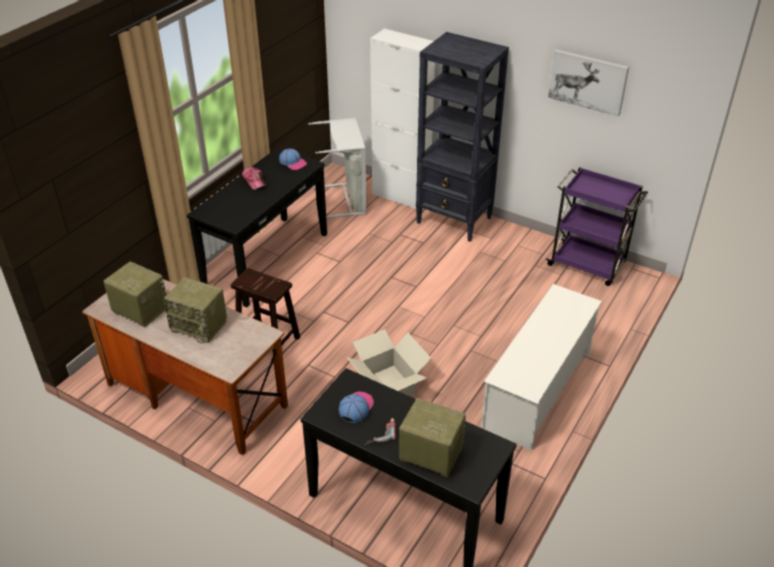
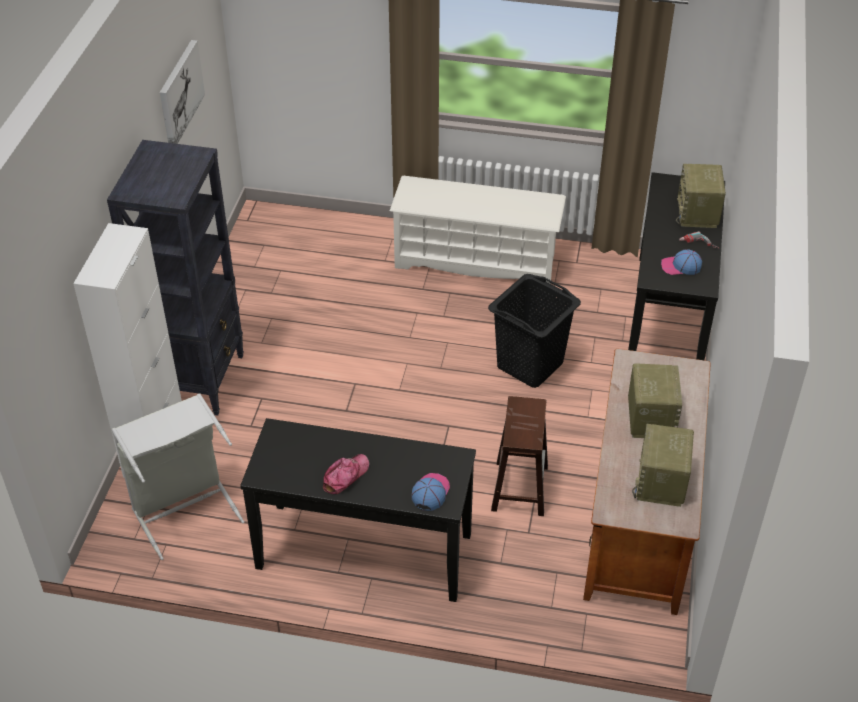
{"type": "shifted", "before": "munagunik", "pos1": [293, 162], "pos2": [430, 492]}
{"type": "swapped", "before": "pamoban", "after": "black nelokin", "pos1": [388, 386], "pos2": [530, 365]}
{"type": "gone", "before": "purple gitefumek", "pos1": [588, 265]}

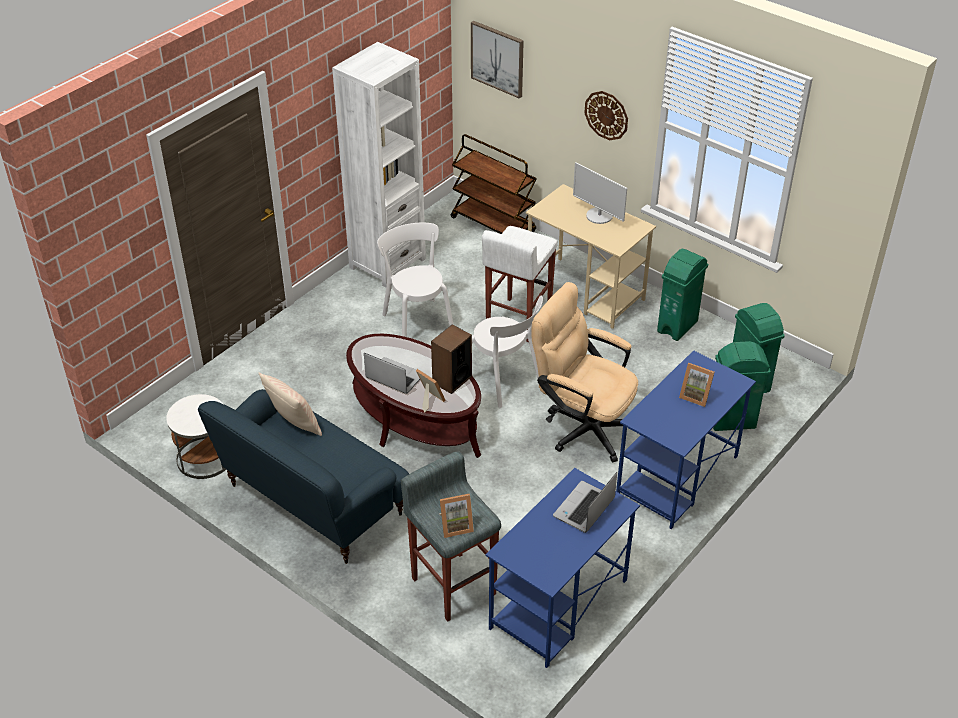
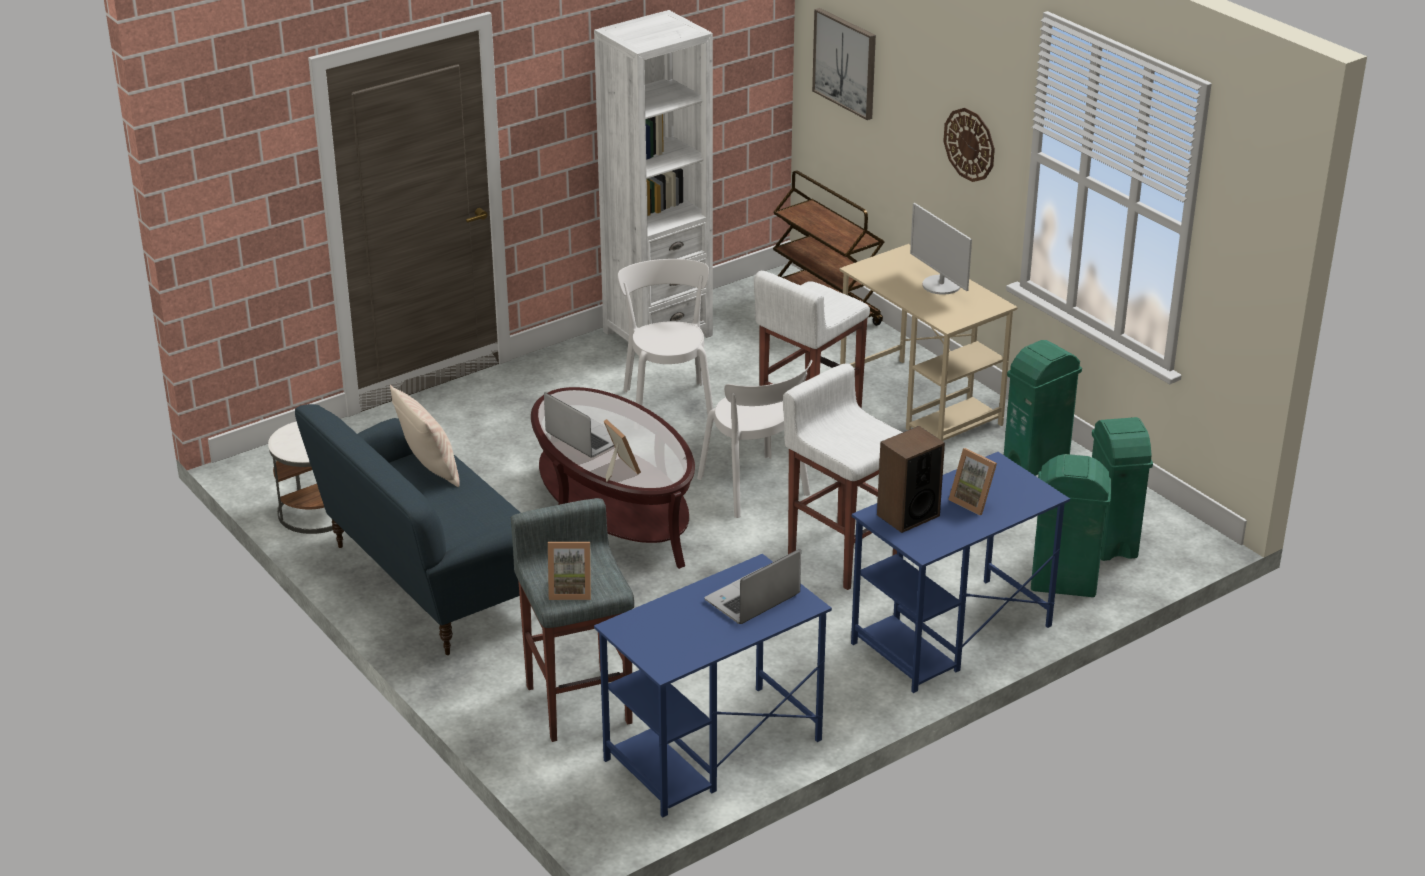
{"type": "swapped", "before": "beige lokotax", "after": "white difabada", "pos1": [582, 425], "pos2": [843, 555]}
{"type": "shifted", "before": "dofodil", "pos1": [451, 379], "pos2": [907, 515]}

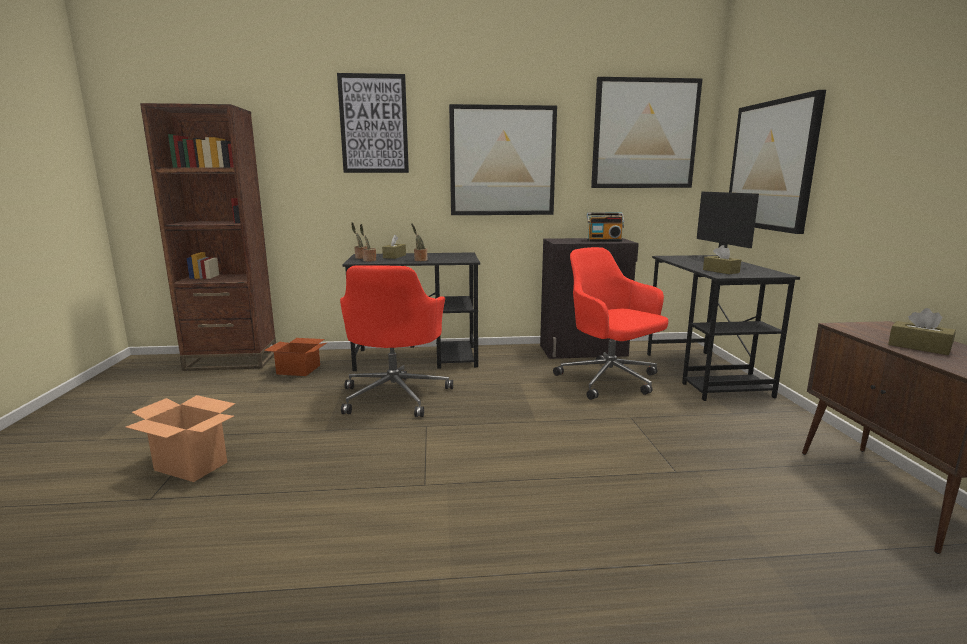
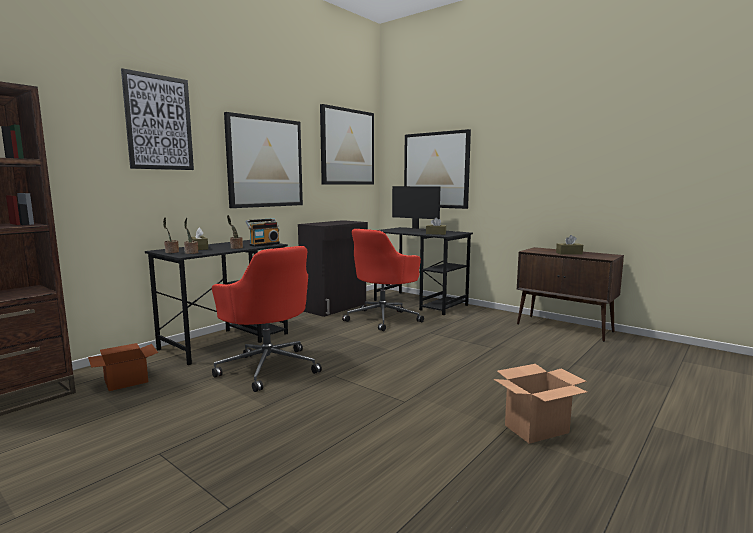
{"type": "shifted", "before": "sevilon", "pos1": [604, 240], "pos2": [264, 244]}
{"type": "rotated", "before": "red lokotax", "pos1": [610, 380], "pos2": [383, 318], "turn": -60}
{"type": "shifted", "before": "pamoban", "pos1": [192, 466], "pos2": [537, 429]}

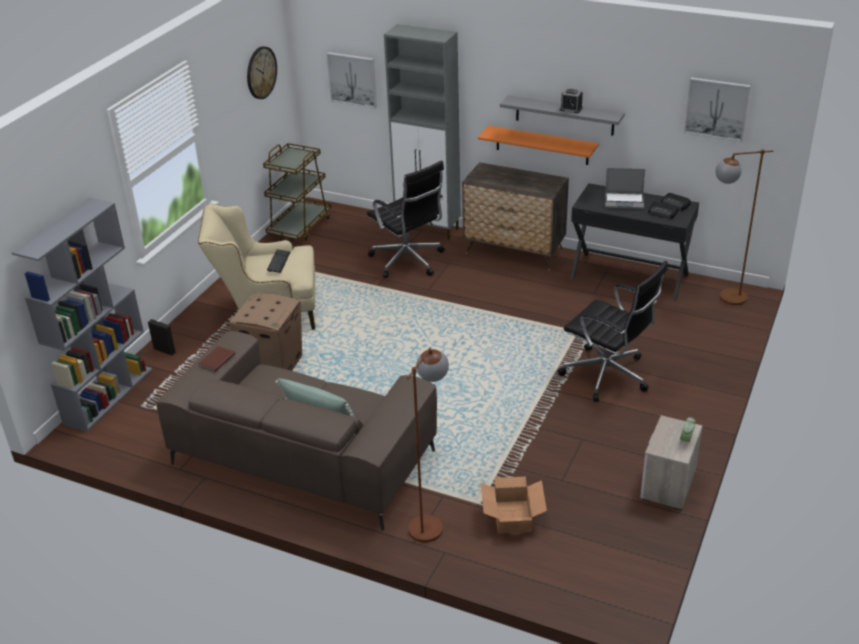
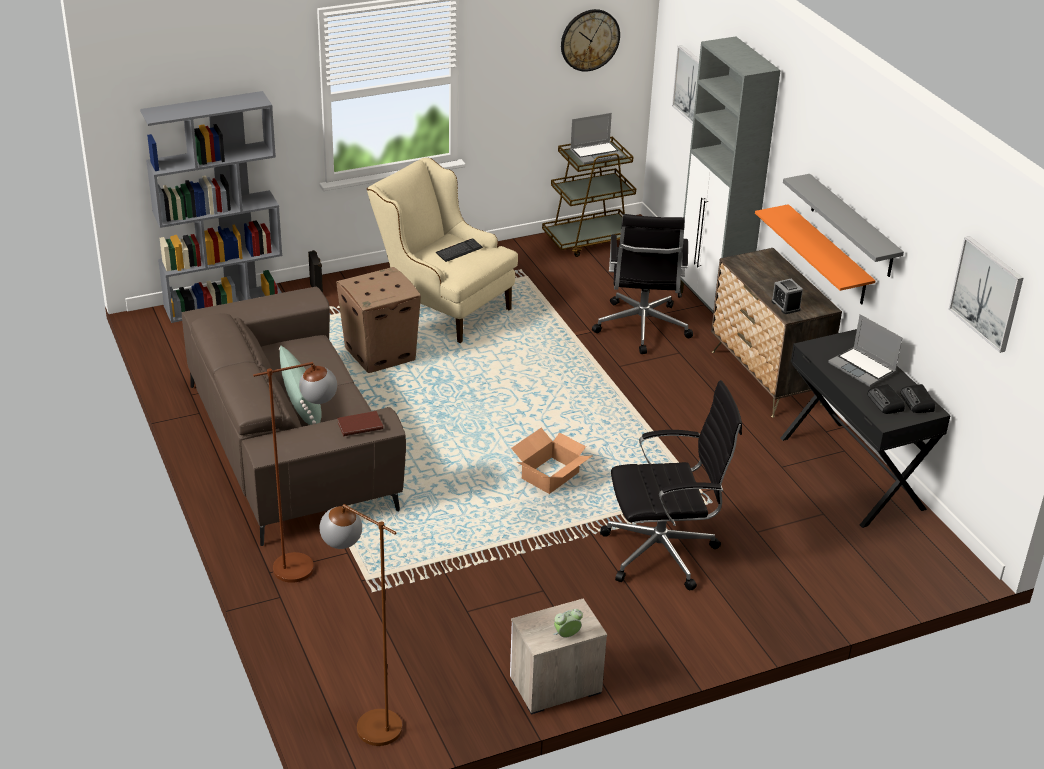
{"type": "shifted", "before": "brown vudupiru", "pos1": [723, 298], "pos2": [366, 721]}
{"type": "shifted", "before": "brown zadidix", "pos1": [216, 360], "pos2": [359, 425]}
{"type": "shifted", "before": "pamoban", "pos1": [512, 517], "pos2": [549, 476]}
{"type": "new", "after": "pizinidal", "pos2": [596, 154]}
{"type": "rotated", "before": "black lokotax", "pos1": [608, 376], "pos2": [663, 552], "turn": -90}
{"type": "shifted", "before": "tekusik", "pos1": [571, 109], "pos2": [785, 306]}

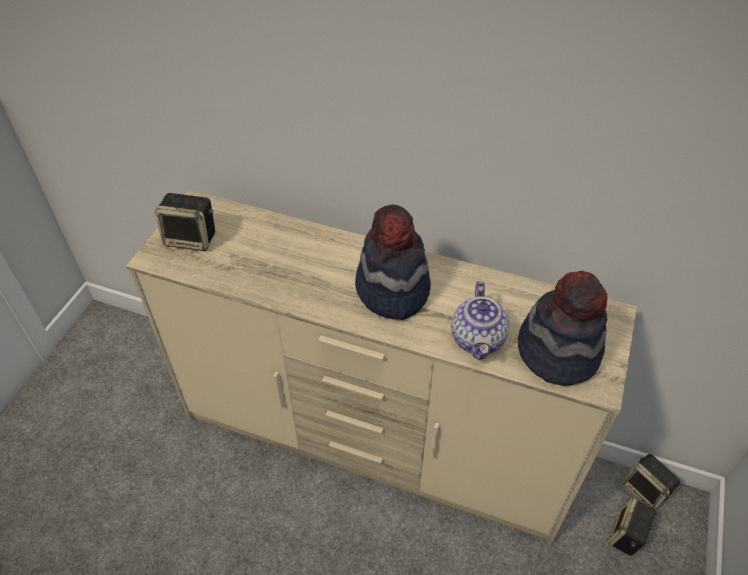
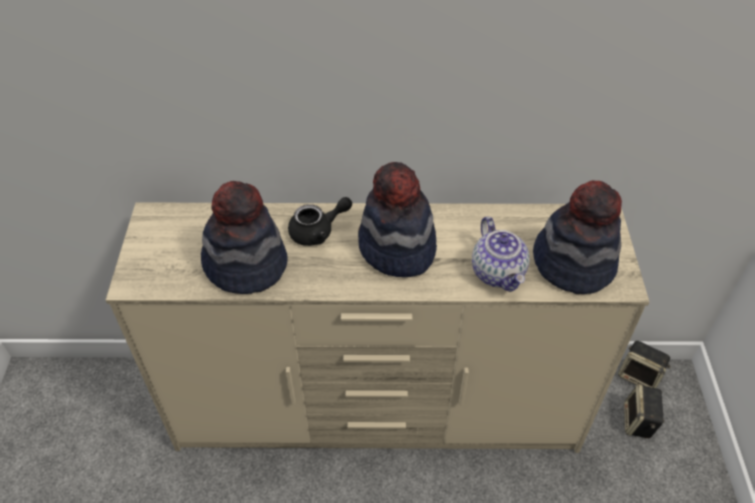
{"type": "new", "after": "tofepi", "pos2": [246, 265]}
{"type": "new", "after": "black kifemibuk", "pos2": [318, 231]}
{"type": "gone", "before": "dofodil", "pos1": [192, 238]}

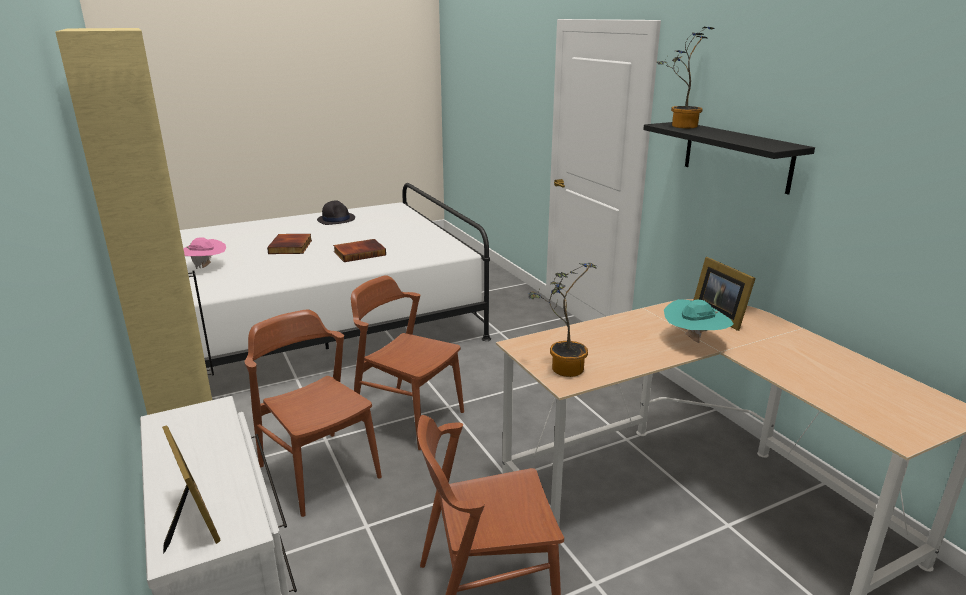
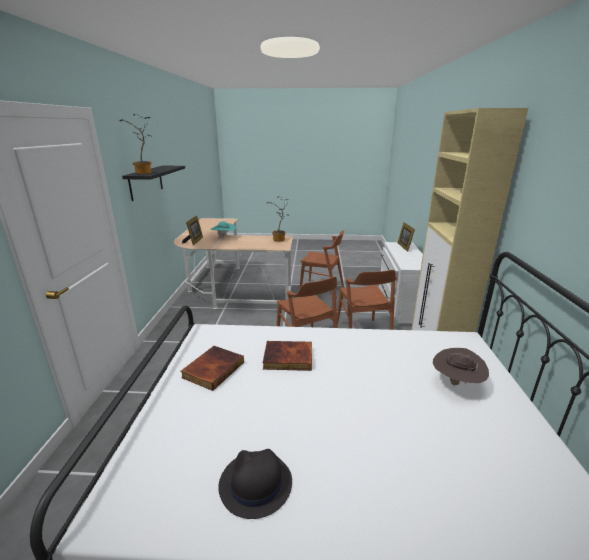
{"type": "shifted", "before": "zadidix", "pos1": [291, 247], "pos2": [213, 369]}
{"type": "repainted", "before": "pink tofepi", "after": "brown tofepi", "pos1": [205, 267], "pos2": [456, 383]}

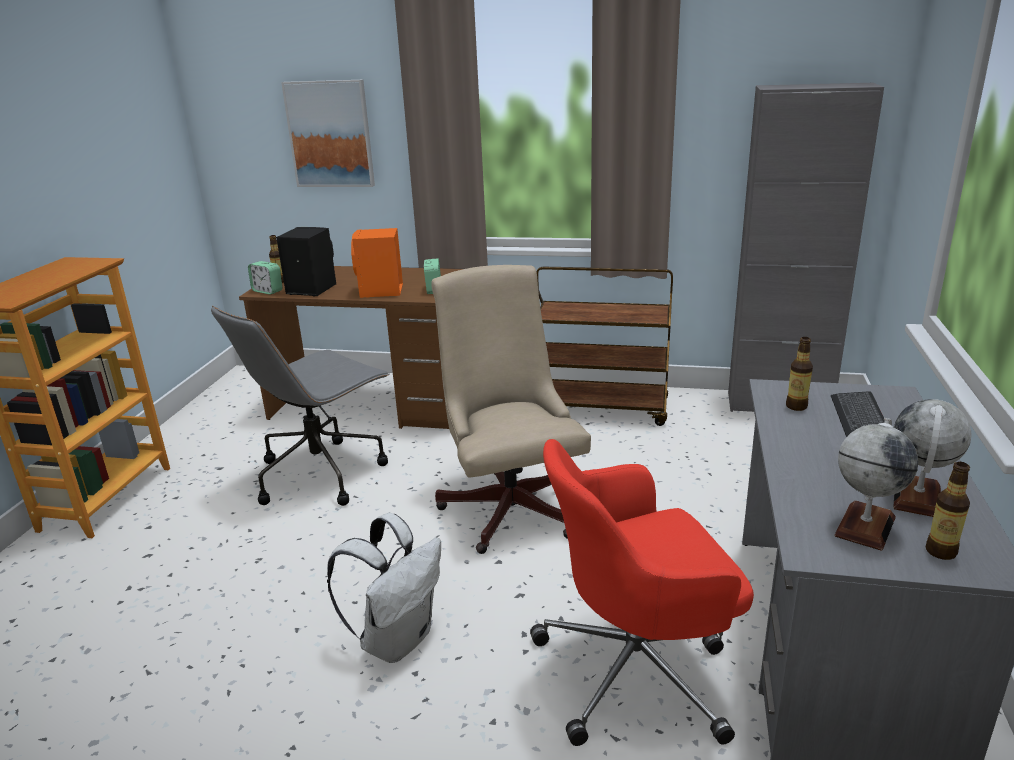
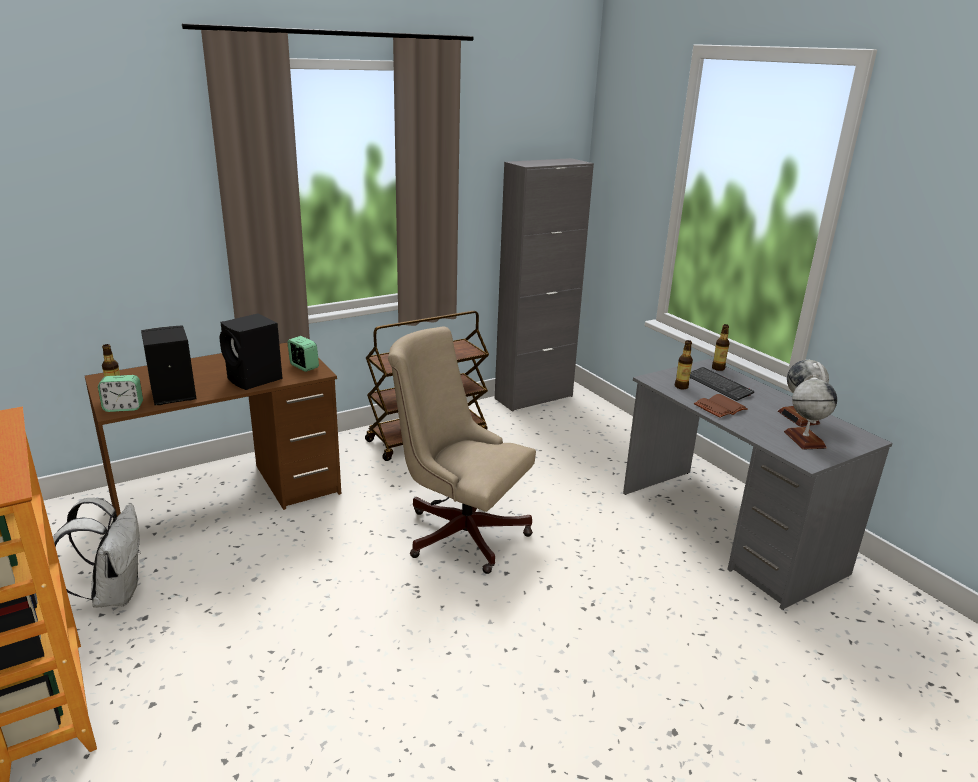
{"type": "shifted", "before": "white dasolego", "pos1": [397, 639], "pos2": [114, 593]}
{"type": "repainted", "before": "orange dofodil", "after": "black dofodil", "pos1": [380, 292], "pos2": [255, 380]}
{"type": "new", "after": "brown zadidix", "pos2": [719, 407]}
{"type": "shifted", "before": "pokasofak", "pos1": [941, 551], "pos2": [718, 368]}
{"type": "gone", "before": "grey lokotax", "pos1": [321, 473]}
{"type": "gone", "before": "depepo", "pos1": [330, 134]}
{"type": "gone", "before": "red lokotax", "pos1": [638, 670]}

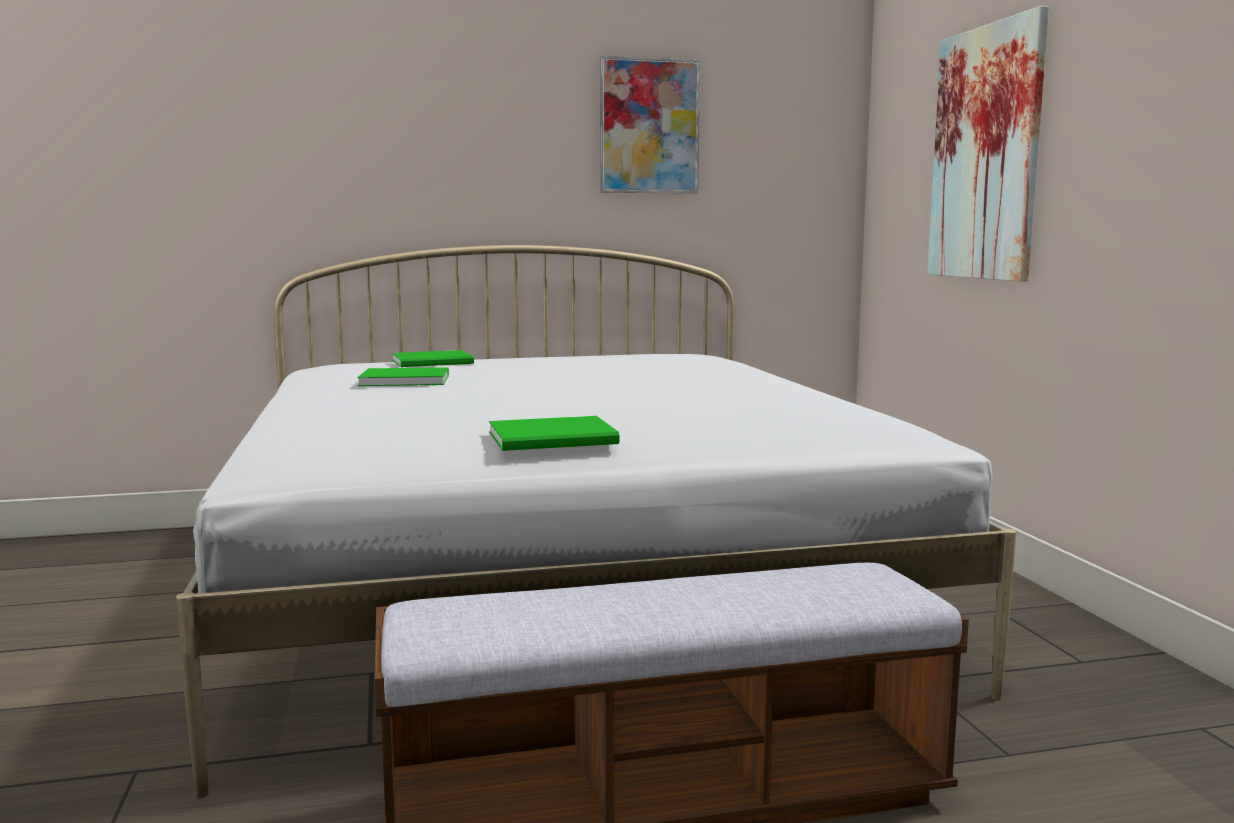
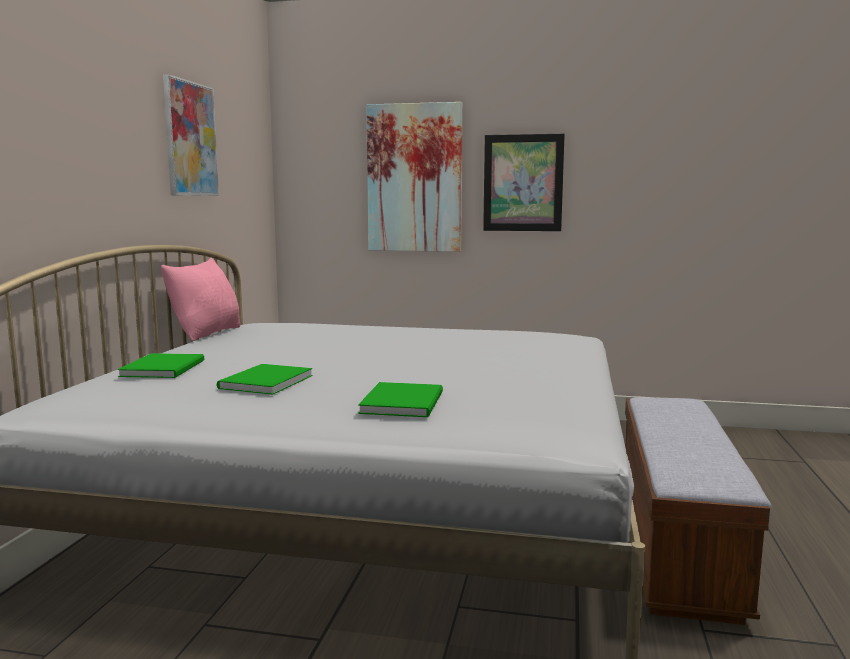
{"type": "new", "after": "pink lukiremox", "pos2": [206, 333]}
{"type": "shifted", "before": "green zadidix", "pos1": [556, 438], "pos2": [405, 402]}
{"type": "new", "after": "depepo", "pos2": [523, 183]}

